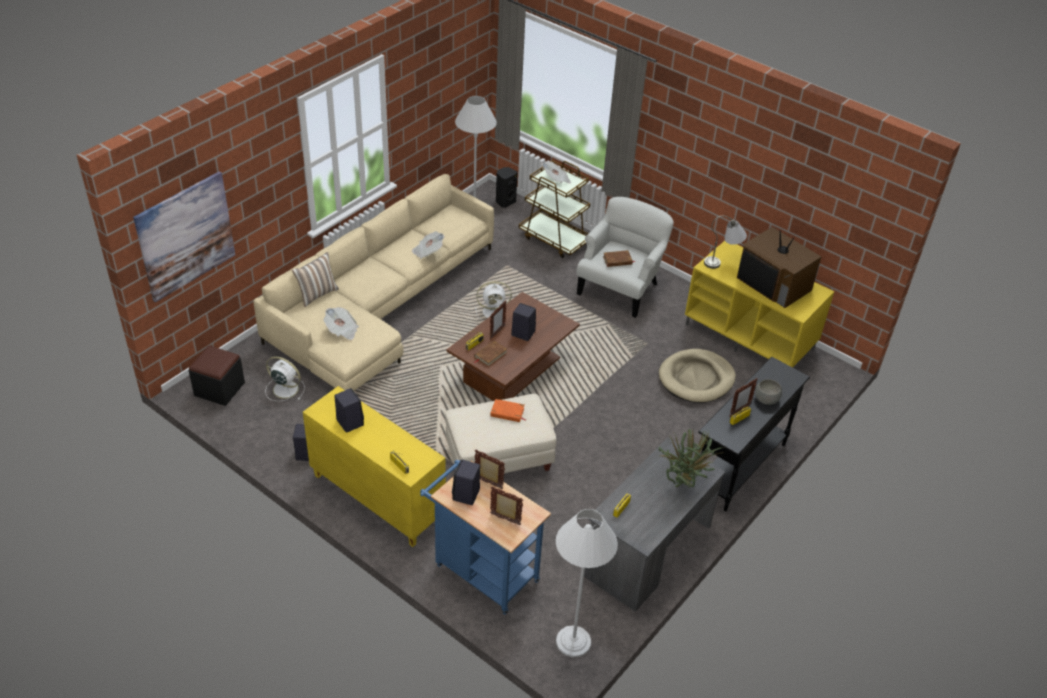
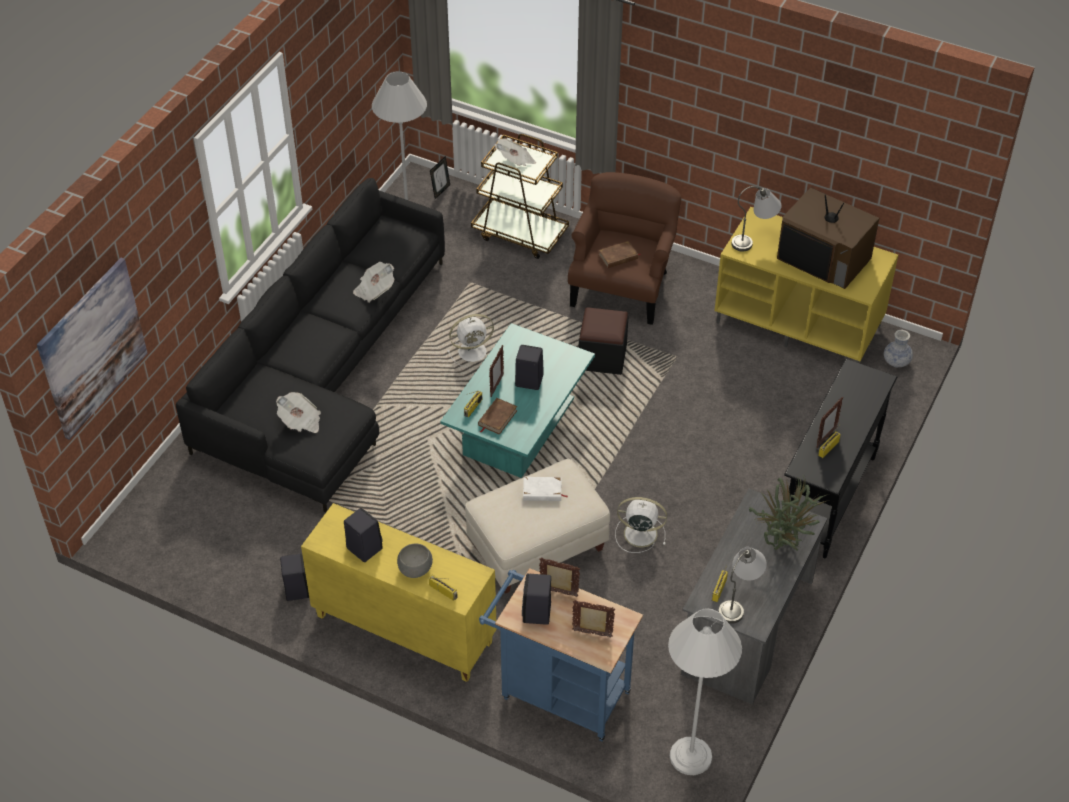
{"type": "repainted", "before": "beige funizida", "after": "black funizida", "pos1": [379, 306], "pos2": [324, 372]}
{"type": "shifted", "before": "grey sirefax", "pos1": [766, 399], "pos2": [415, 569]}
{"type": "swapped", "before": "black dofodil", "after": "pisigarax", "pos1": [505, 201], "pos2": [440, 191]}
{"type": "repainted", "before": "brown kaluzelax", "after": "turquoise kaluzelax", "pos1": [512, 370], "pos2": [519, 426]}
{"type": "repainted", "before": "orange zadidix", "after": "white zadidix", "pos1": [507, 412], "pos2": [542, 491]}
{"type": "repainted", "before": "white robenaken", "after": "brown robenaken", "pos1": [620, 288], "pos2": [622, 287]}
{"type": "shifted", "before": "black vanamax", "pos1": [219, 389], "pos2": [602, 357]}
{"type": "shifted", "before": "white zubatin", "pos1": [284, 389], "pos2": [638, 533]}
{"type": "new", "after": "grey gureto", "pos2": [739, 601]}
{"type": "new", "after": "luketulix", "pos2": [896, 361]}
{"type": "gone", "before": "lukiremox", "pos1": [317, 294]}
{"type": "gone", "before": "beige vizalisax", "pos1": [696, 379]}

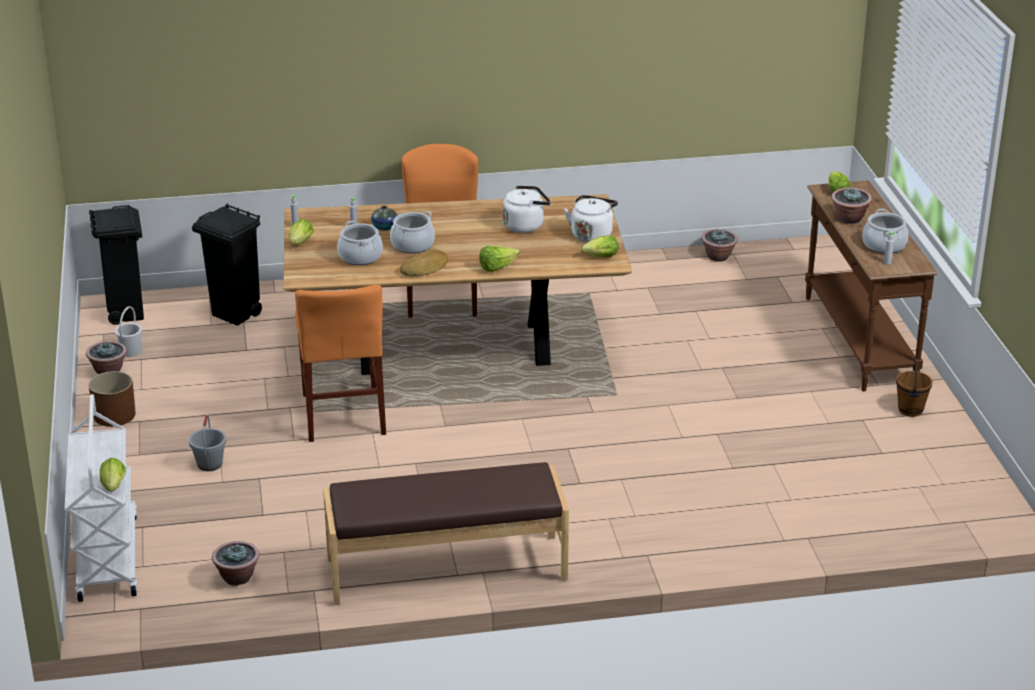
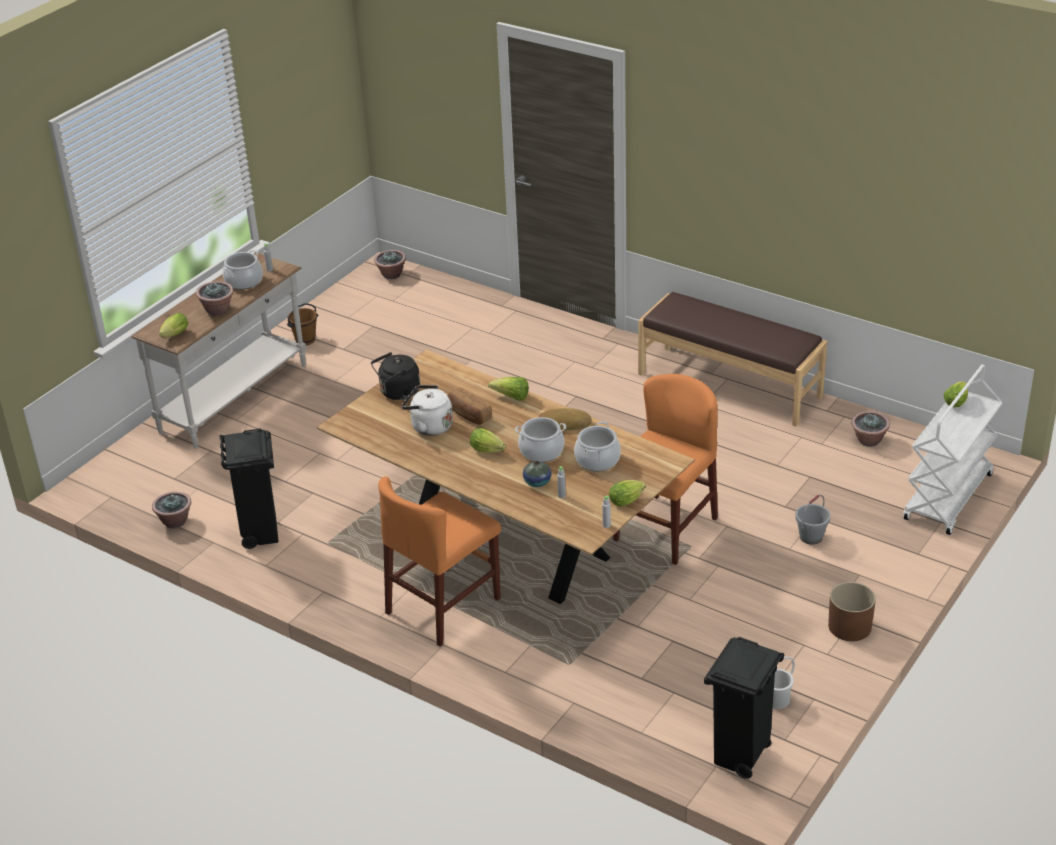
{"type": "repainted", "before": "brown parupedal", "after": "white parupedal", "pos1": [857, 340], "pos2": [235, 399]}
{"type": "shifted", "before": "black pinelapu", "pos1": [236, 314], "pos2": [260, 533]}
{"type": "repainted", "before": "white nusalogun", "after": "black nusalogun", "pos1": [592, 235], "pos2": [397, 393]}
{"type": "shifted", "before": "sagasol", "pos1": [108, 372], "pos2": [391, 275]}
{"type": "new", "after": "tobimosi", "pos2": [468, 415]}
{"type": "shifted", "before": "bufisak", "pos1": [599, 257], "pos2": [489, 451]}

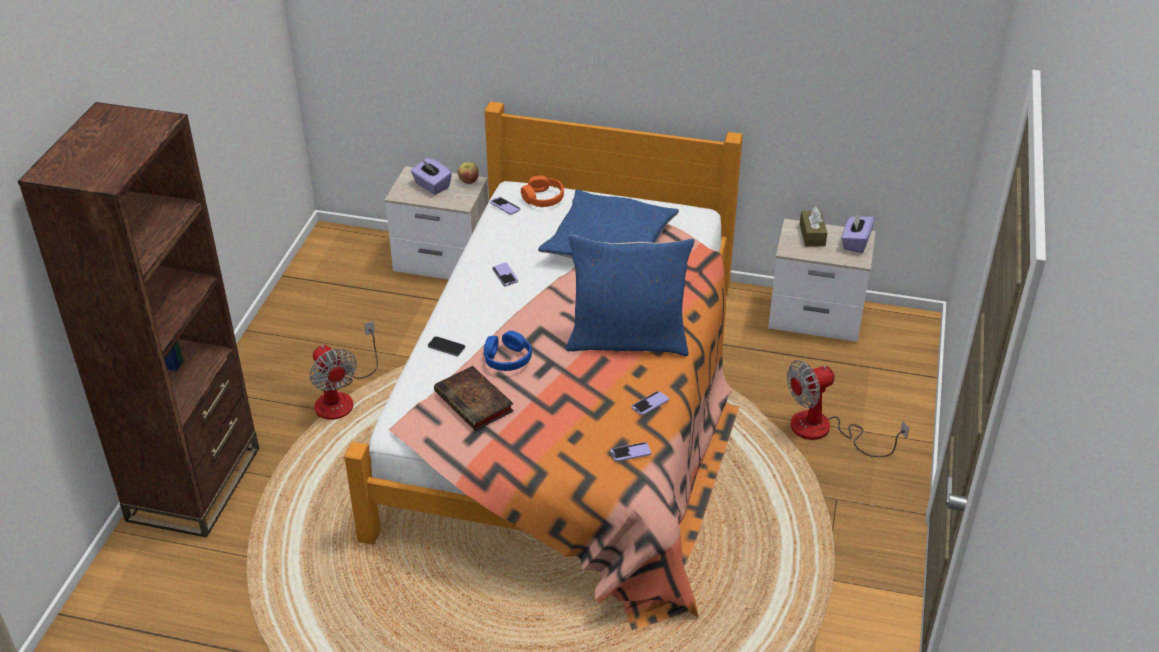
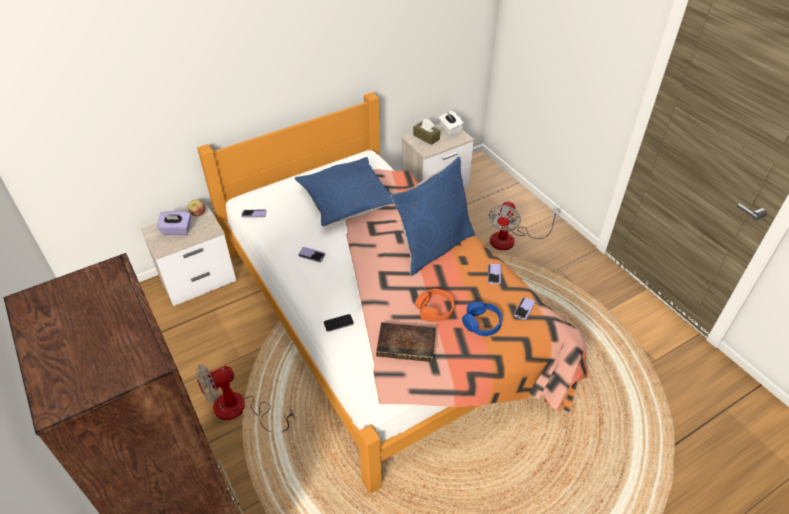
{"type": "rotated", "before": "zubatin", "pos1": [341, 397], "pos2": [240, 410], "turn": 135}
{"type": "shifted", "before": "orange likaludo", "pos1": [543, 198], "pos2": [435, 309]}
{"type": "repainted", "before": "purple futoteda", "after": "white futoteda", "pos1": [855, 242], "pos2": [450, 130]}
{"type": "shifted", "before": "blue likaludo", "pos1": [507, 358], "pos2": [482, 323]}

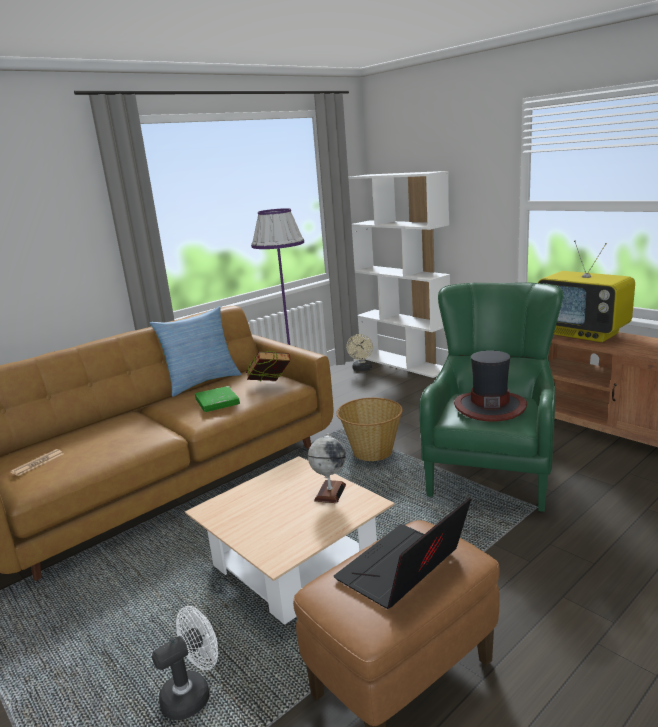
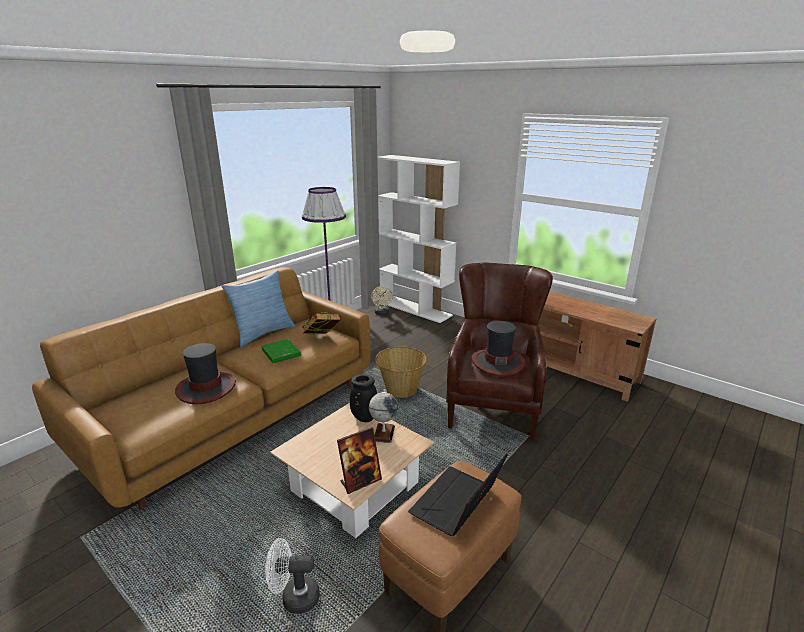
{"type": "new", "after": "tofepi", "pos2": [206, 388]}
{"type": "rotated", "before": "white zubatin", "pos1": [193, 693], "pos2": [294, 598], "turn": -135}
{"type": "new", "after": "pisigarax", "pos2": [360, 481]}
{"type": "new", "after": "black luketulix", "pos2": [363, 418]}
{"type": "repainted", "before": "green robenaken", "after": "brown robenaken", "pos1": [492, 470], "pos2": [493, 405]}
{"type": "gone", "before": "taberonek", "pos1": [38, 463]}
{"type": "gone", "before": "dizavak", "pos1": [583, 333]}

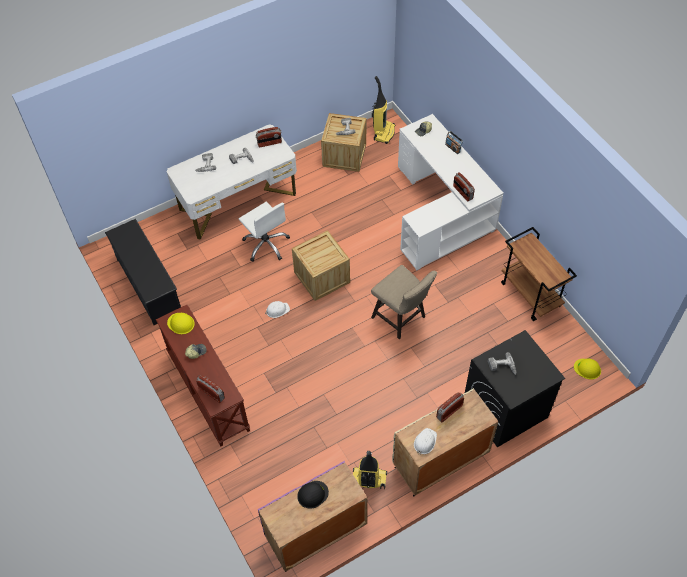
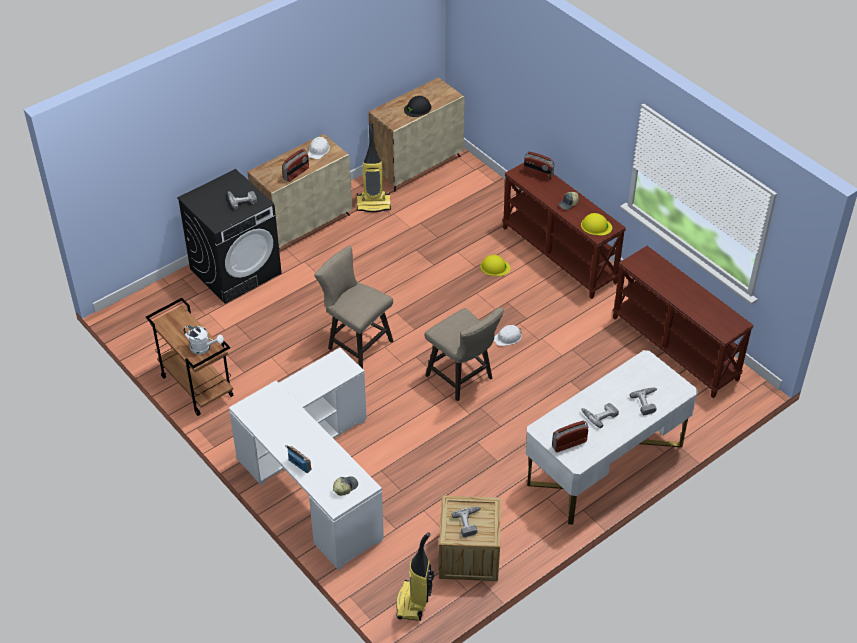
{"type": "new", "after": "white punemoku", "pos2": [204, 348]}
{"type": "repainted", "before": "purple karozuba", "after": "beige karozuba", "pos1": [316, 533], "pos2": [417, 165]}
{"type": "swapped", "before": "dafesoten", "after": "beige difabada", "pos1": [322, 277], "pos2": [463, 379]}
{"type": "shifted", "before": "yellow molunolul", "pos1": [587, 369], "pos2": [495, 267]}
{"type": "swapped", "before": "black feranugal", "after": "brown parupedal", "pos1": [149, 285], "pos2": [675, 348]}
{"type": "gone", "before": "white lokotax", "pos1": [266, 244]}
{"type": "gone", "before": "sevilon", "pos1": [462, 192]}

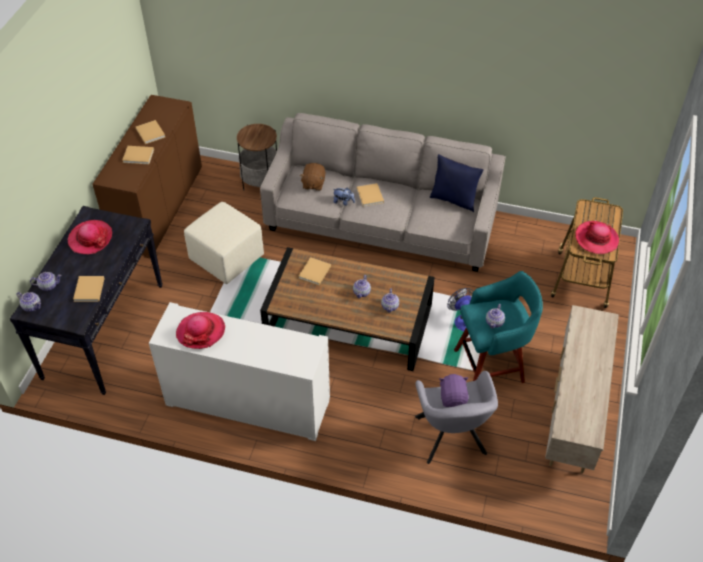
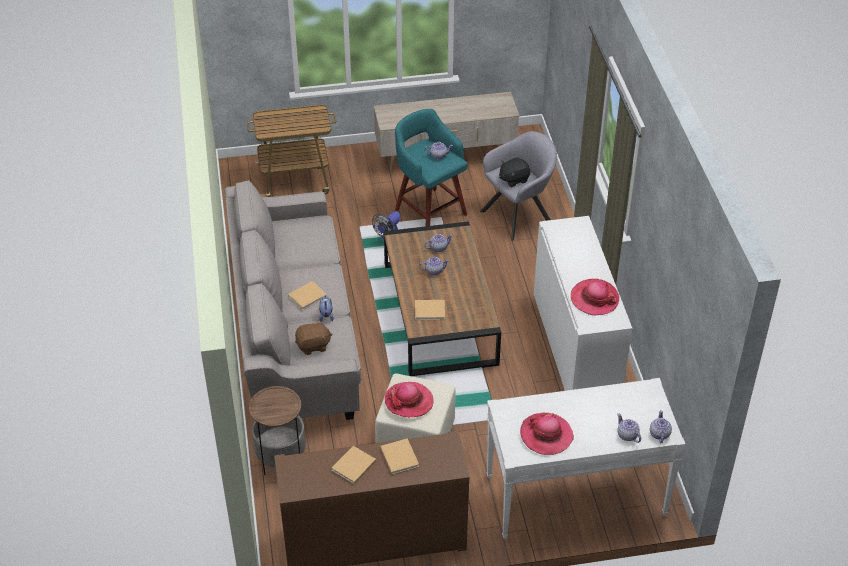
{"type": "shifted", "before": "tofepi", "pos1": [596, 239], "pos2": [409, 401]}
{"type": "repainted", "before": "black parupedal", "after": "white parupedal", "pos1": [104, 330], "pos2": [575, 495]}
{"type": "repainted", "before": "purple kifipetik", "after": "black kifipetik", "pos1": [453, 398], "pos2": [513, 179]}
{"type": "gone", "before": "beige zadidix", "pos1": [89, 290]}
{"type": "gone", "before": "blue lukiremox", "pos1": [453, 200]}

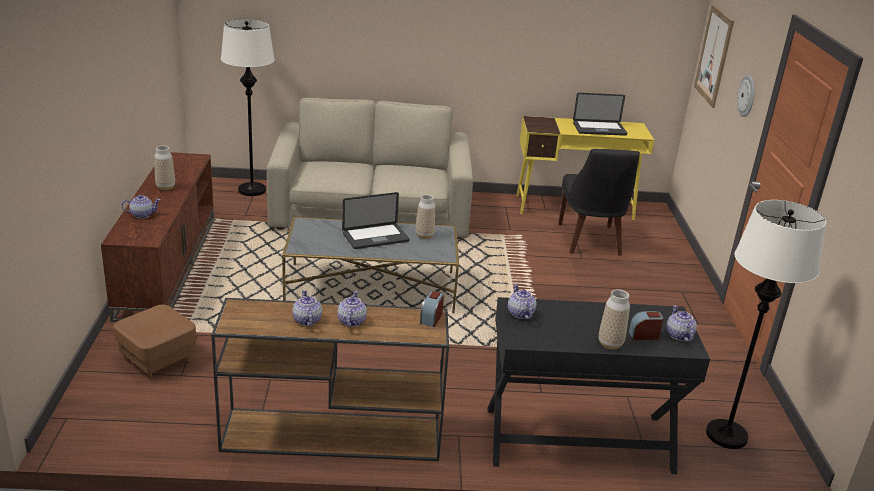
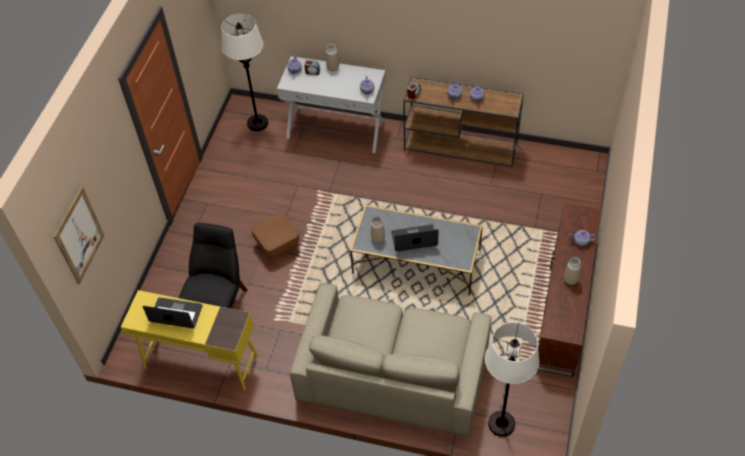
{"type": "shifted", "before": "brown vanamax", "pos1": [157, 359], "pos2": [277, 246]}
{"type": "repainted", "before": "black parupedal", "after": "white parupedal", "pos1": [578, 440], "pos2": [336, 129]}
{"type": "gone", "before": "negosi", "pos1": [747, 96]}

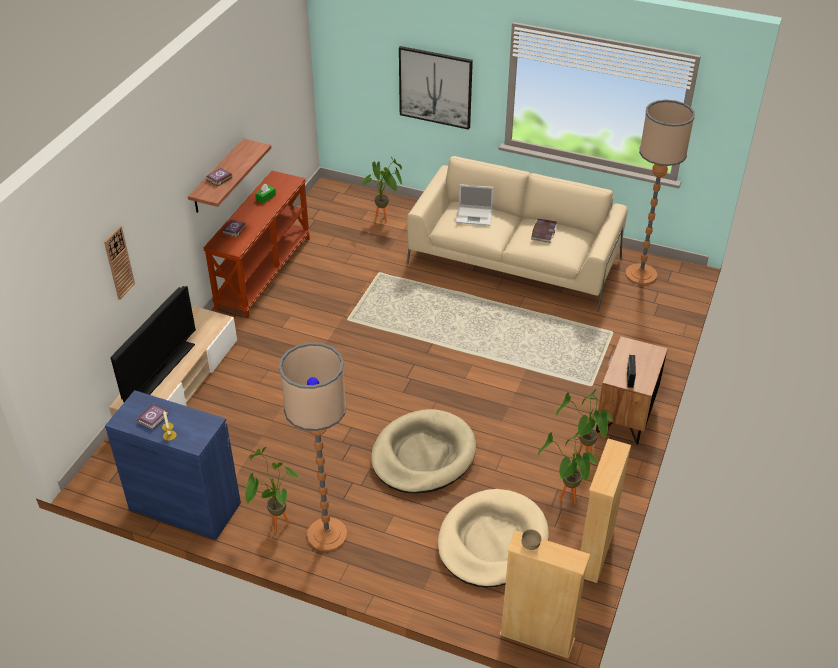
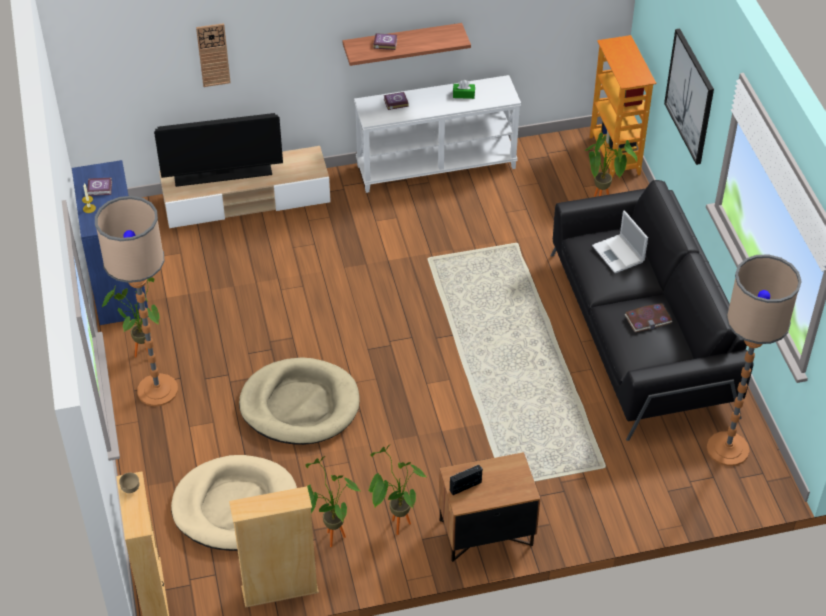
{"type": "repainted", "before": "brown parupedal", "after": "white parupedal", "pos1": [263, 272], "pos2": [436, 166]}
{"type": "repainted", "before": "beige funizida", "after": "black funizida", "pos1": [514, 260], "pos2": [641, 333]}
{"type": "new", "after": "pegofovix", "pos2": [615, 156]}

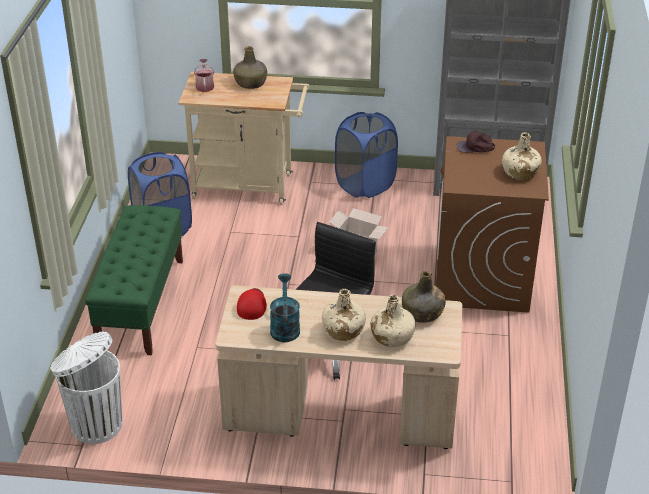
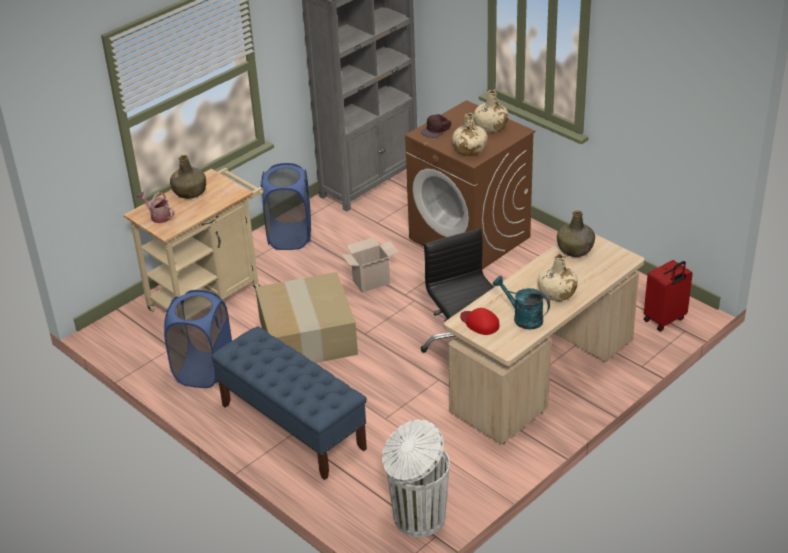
{"type": "repainted", "before": "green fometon", "after": "blue fometon", "pos1": [141, 303], "pos2": [292, 426]}
{"type": "new", "after": "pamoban", "pos2": [306, 335]}
{"type": "shifted", "before": "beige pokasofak", "pos1": [392, 337], "pos2": [469, 150]}
{"type": "new", "after": "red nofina", "pos2": [665, 320]}

